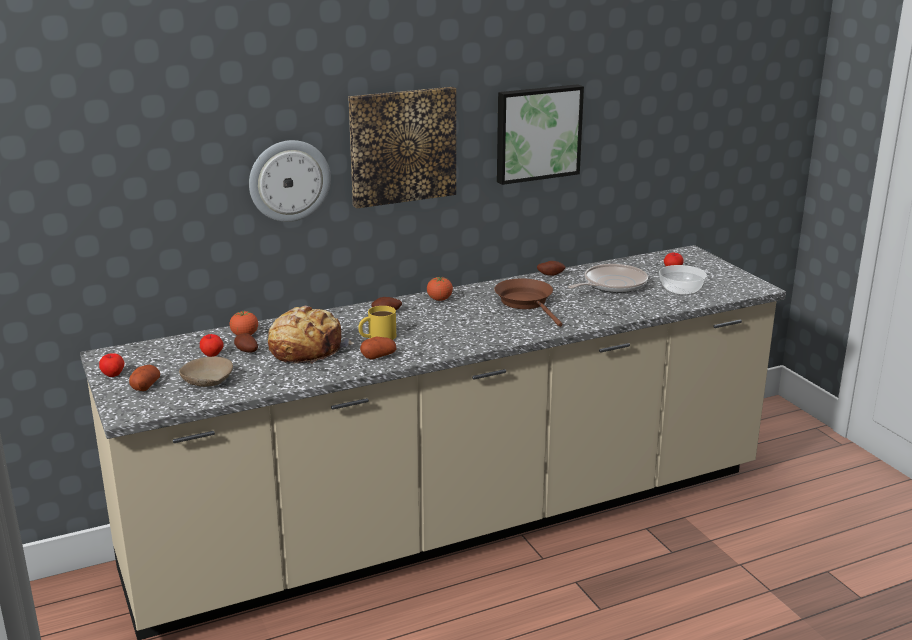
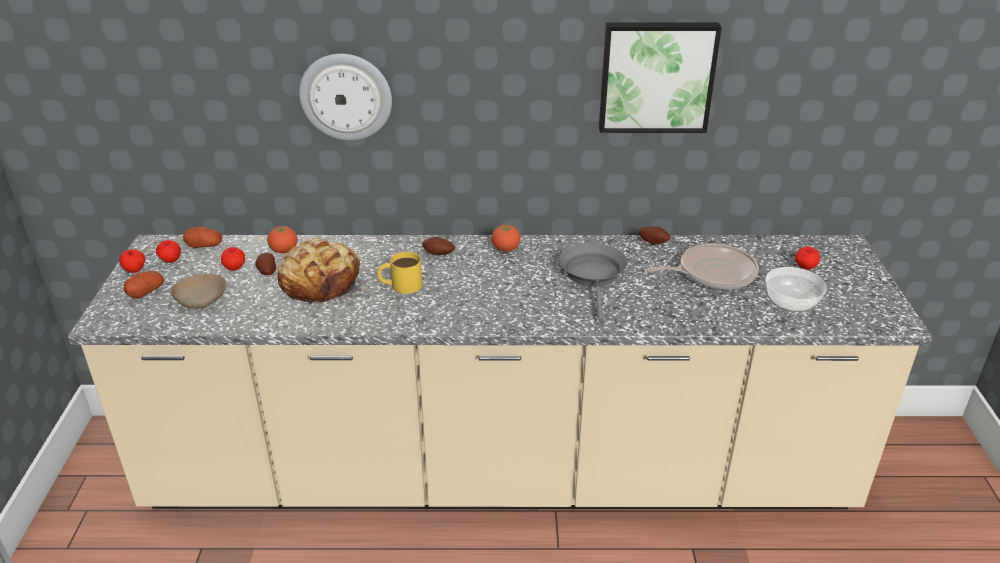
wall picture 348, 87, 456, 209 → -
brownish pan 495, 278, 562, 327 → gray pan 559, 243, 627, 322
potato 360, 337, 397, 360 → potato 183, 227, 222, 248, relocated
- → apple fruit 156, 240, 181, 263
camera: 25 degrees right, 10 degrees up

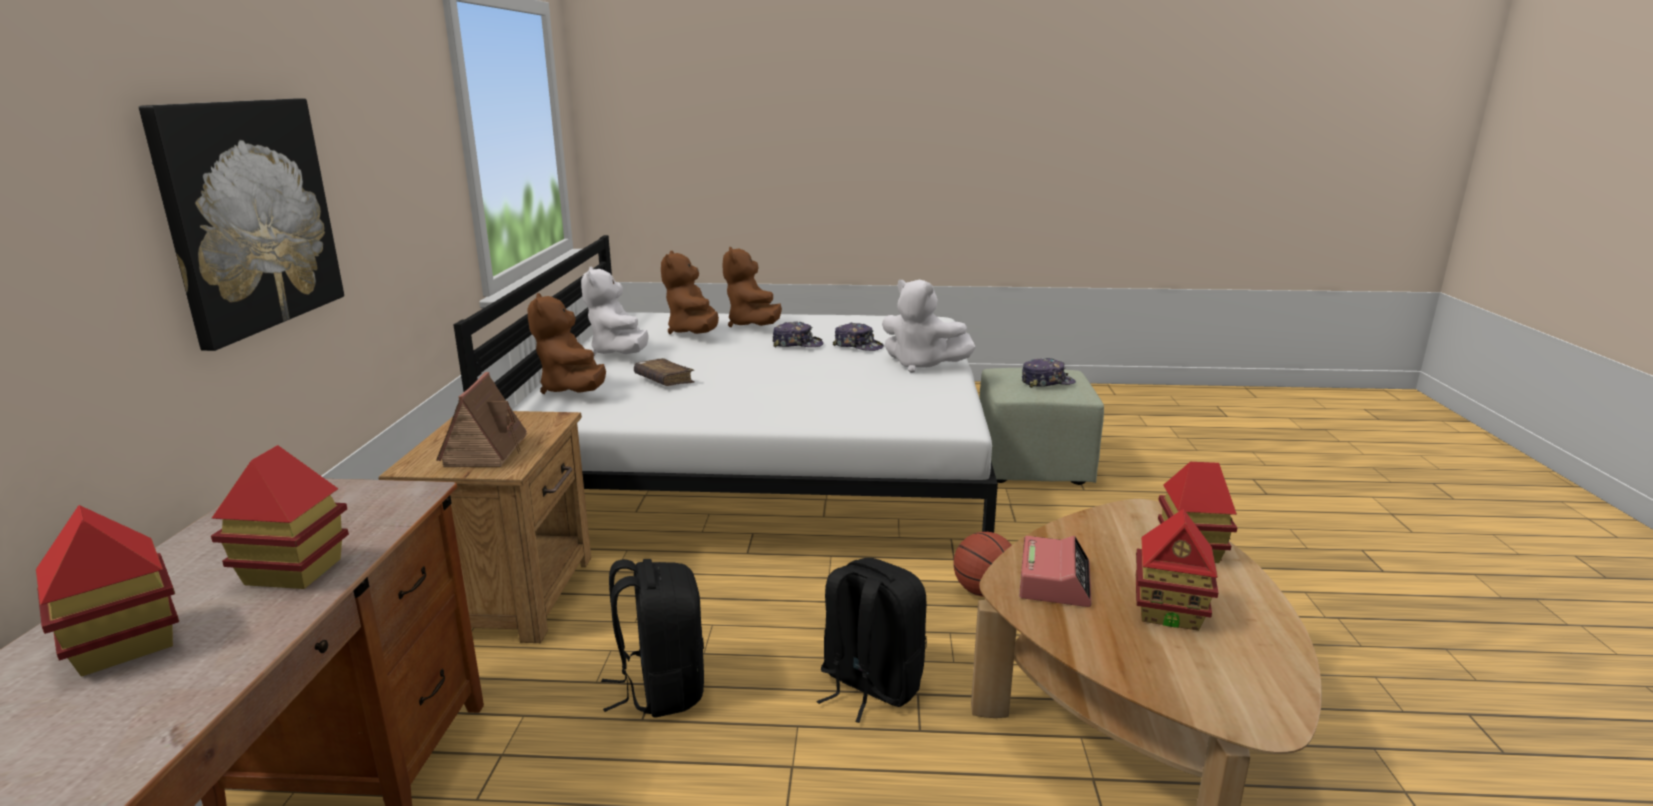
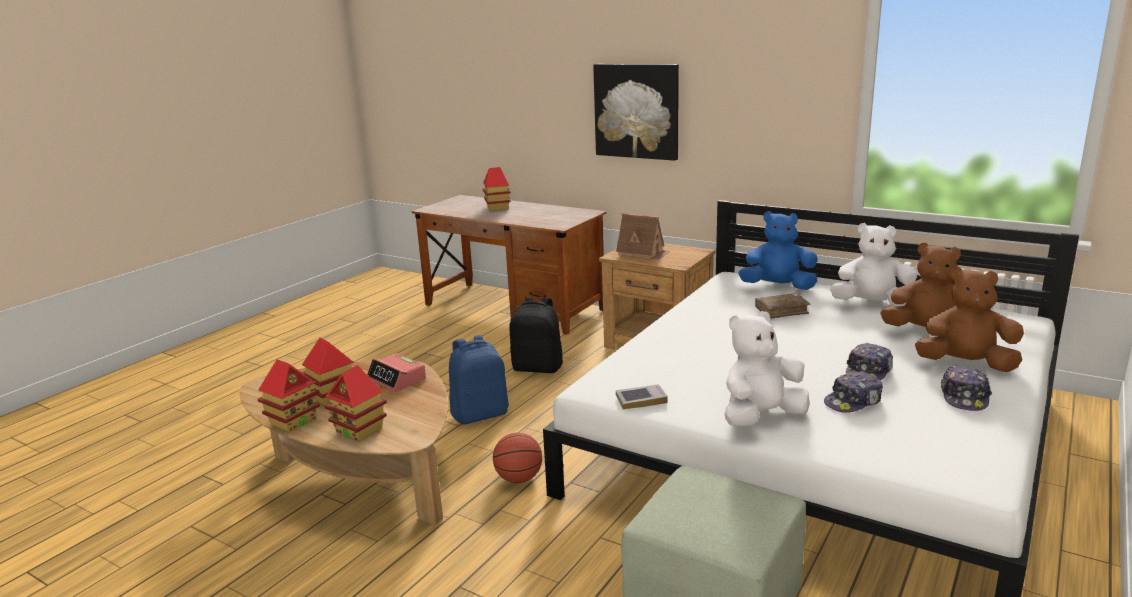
brownish soft toy 528, 293, 606, 394 → blue soft toy 738, 211, 818, 290
cap 1022, 358, 1076, 388 → cap 941, 365, 992, 411, relocated
toy house 211, 445, 349, 589 → toy house 258, 359, 320, 432, relocated
black knapsack 816, 558, 927, 723 → blue knapsack 449, 335, 509, 424
- → volume 616, 384, 668, 410
camera: 120 degrees right, 0 degrees up

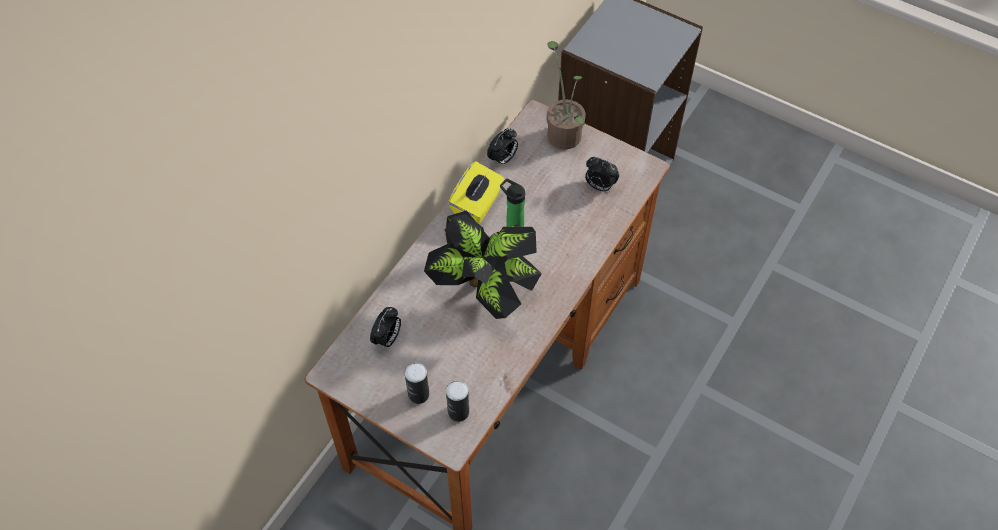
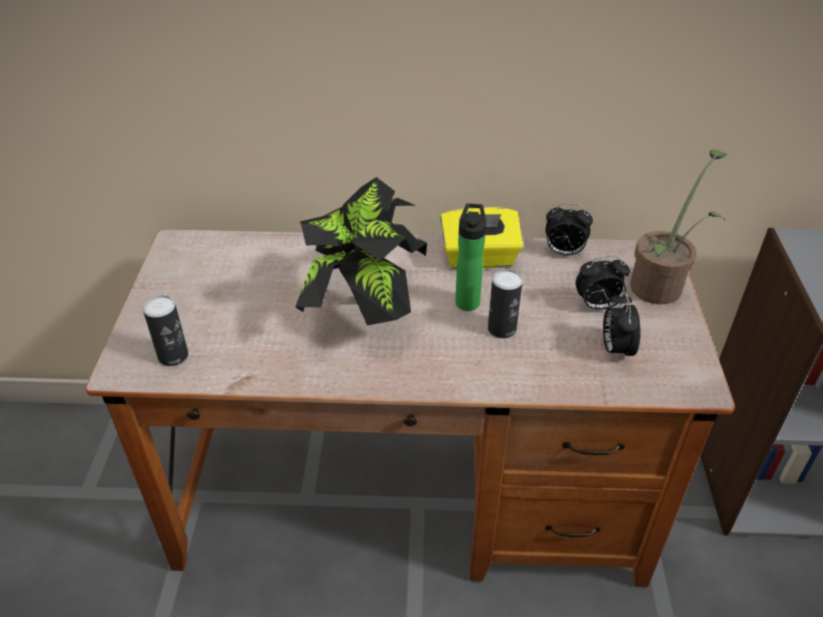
bedside clock 370, 307, 401, 349 → bedside clock 576, 256, 630, 310, relocated
metal can 405, 363, 429, 404 → metal can 488, 269, 522, 338, relocated
camera: 60 degrees right, 15 degrees down

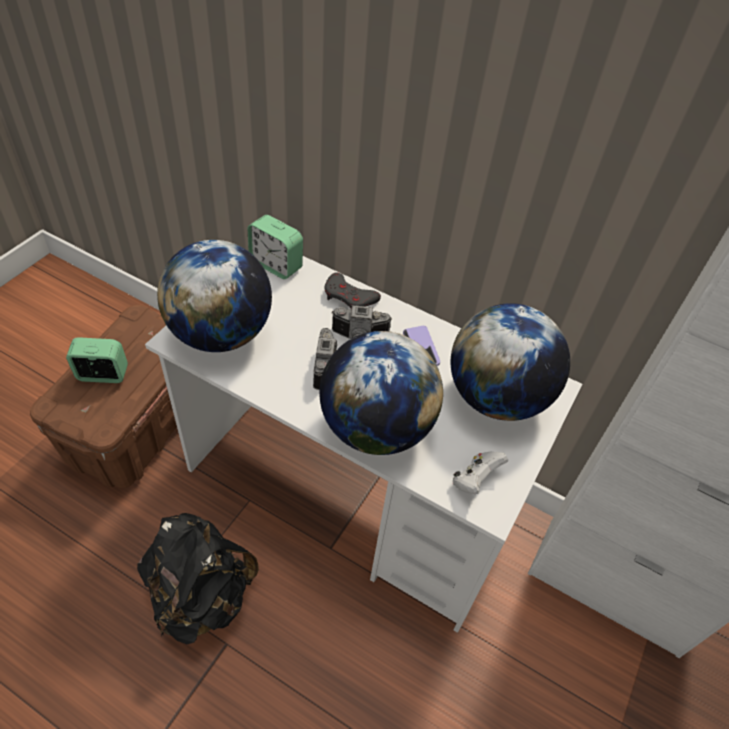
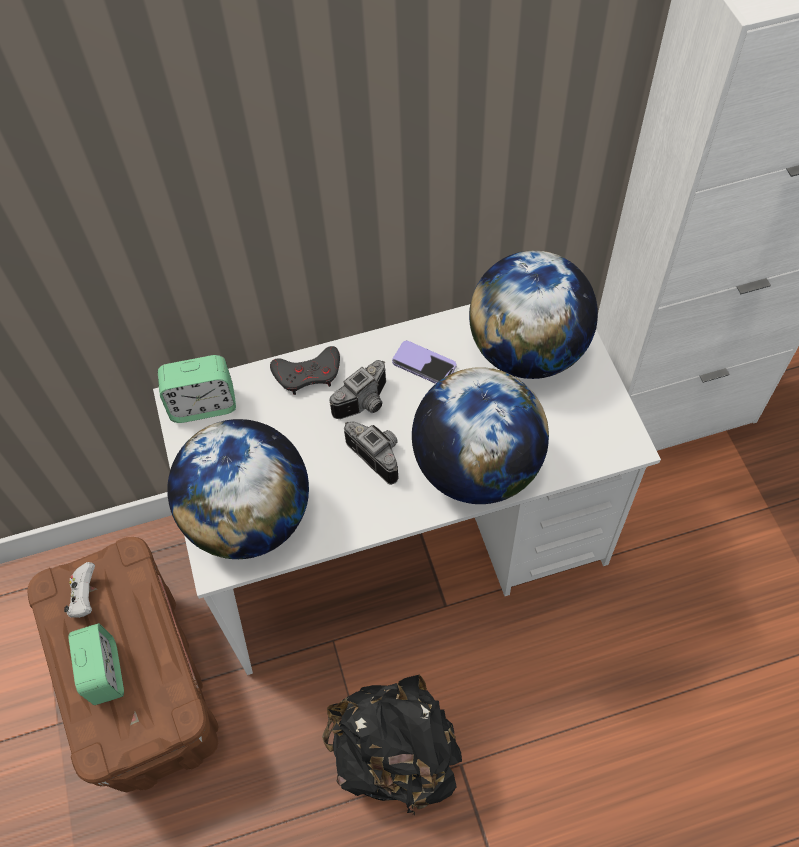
bedside clock 66, 337, 128, 383 → bedside clock 68, 623, 124, 705, 120 degrees clockwise
white-coloured joypad 452, 452, 508, 494 → white-coloured joypad 64, 562, 95, 618, relocated
camera: 40 degrees left, 10 degrees up

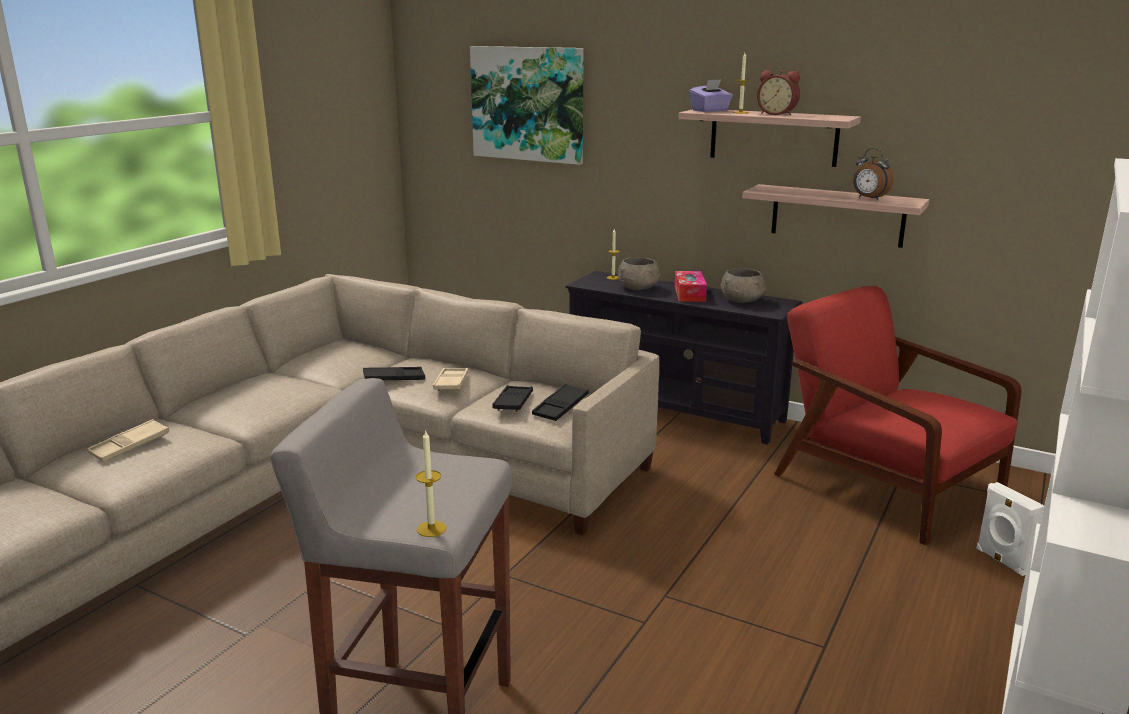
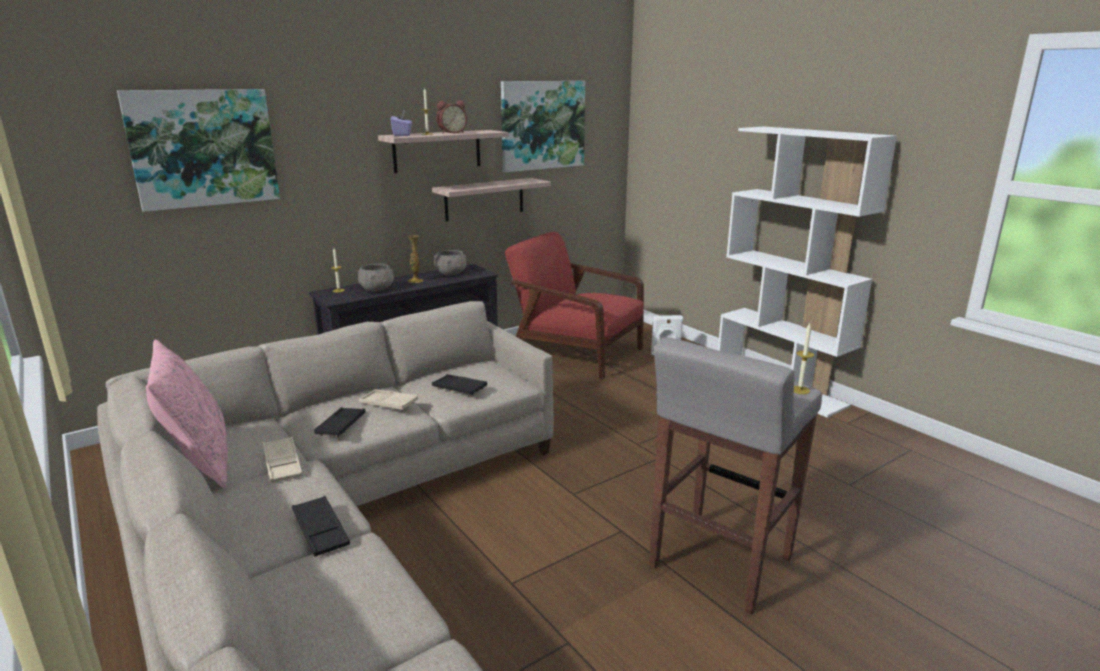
bedside clock 853, 148, 893, 200 → -
tissue box 675, 271, 707, 302 → vase 408, 235, 424, 283
red-coloured armchair 774, 286, 1021, 546 → red-coloured armchair 505, 232, 644, 379, 45 degrees clockwise
black carrying tray 532, 384, 589, 421 → black carrying tray 292, 496, 350, 557, relocated
sand-coloured carrying tray 87, 419, 170, 462 → sand-coloured carrying tray 262, 437, 303, 483, relocated
- → wall picture 501, 81, 585, 172
- → pink pillow 146, 339, 228, 488
camera: 65 degrees left, 0 degrees up

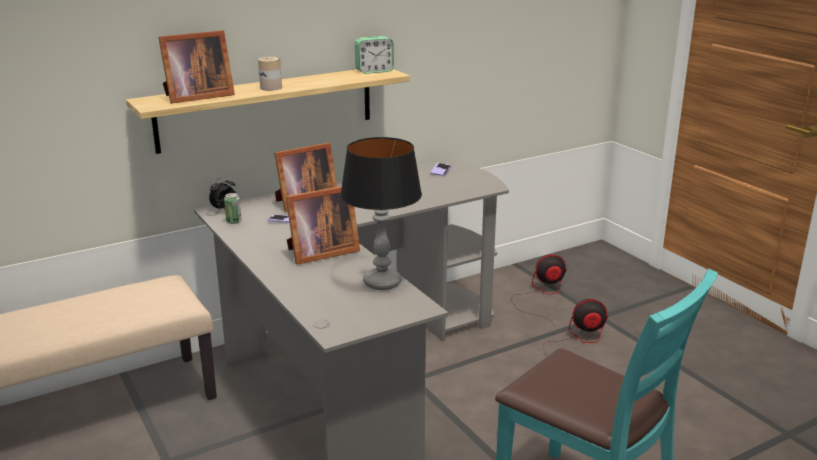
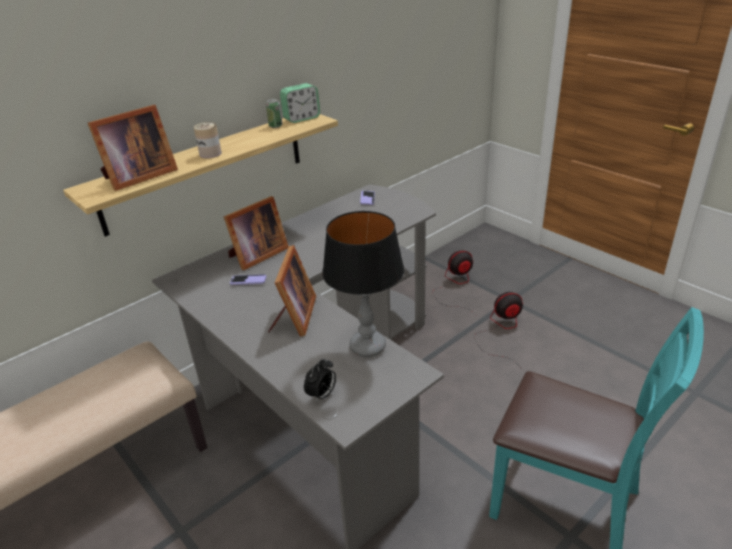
bedside clock 209, 177, 236, 212 → bedside clock 304, 358, 336, 403, relocated
picture frame 286, 186, 360, 265 → picture frame 268, 245, 316, 337, 45 degrees counterclockwise
metal can 224, 193, 241, 224 → metal can 266, 99, 282, 128, relocated
camera: 10 degrees left, 10 degrees up

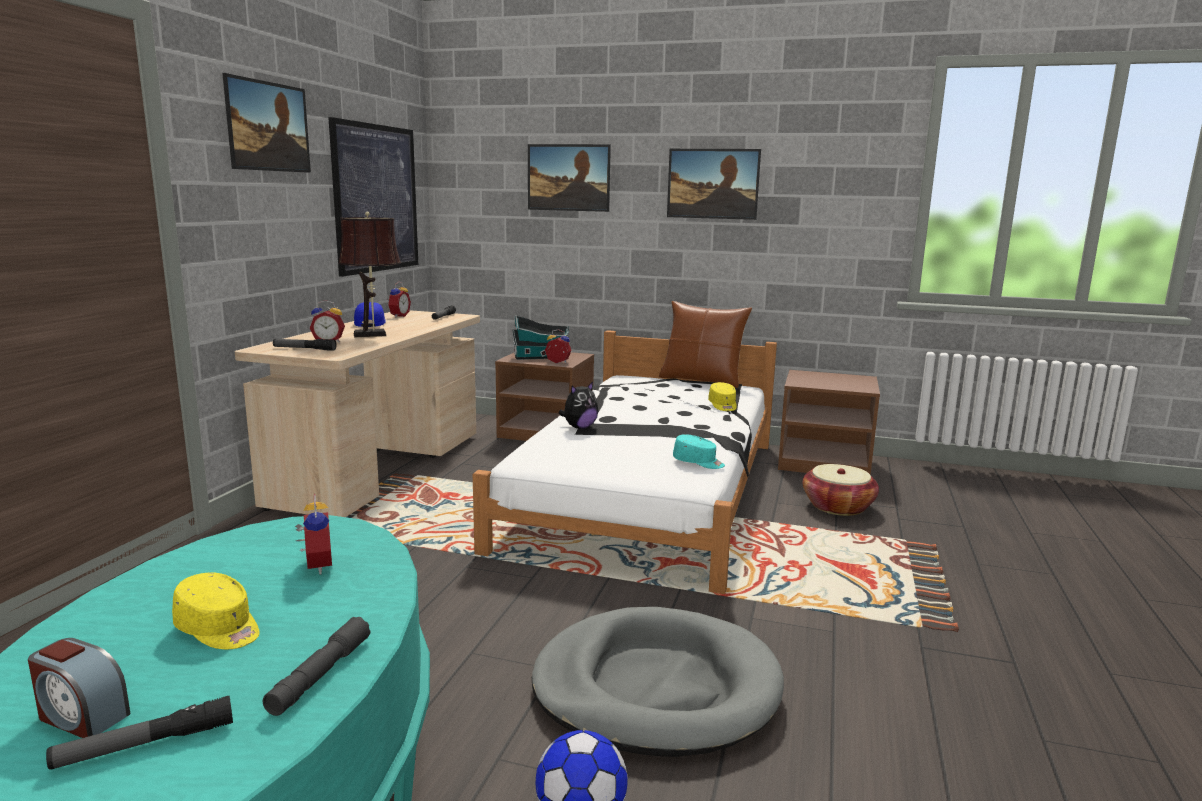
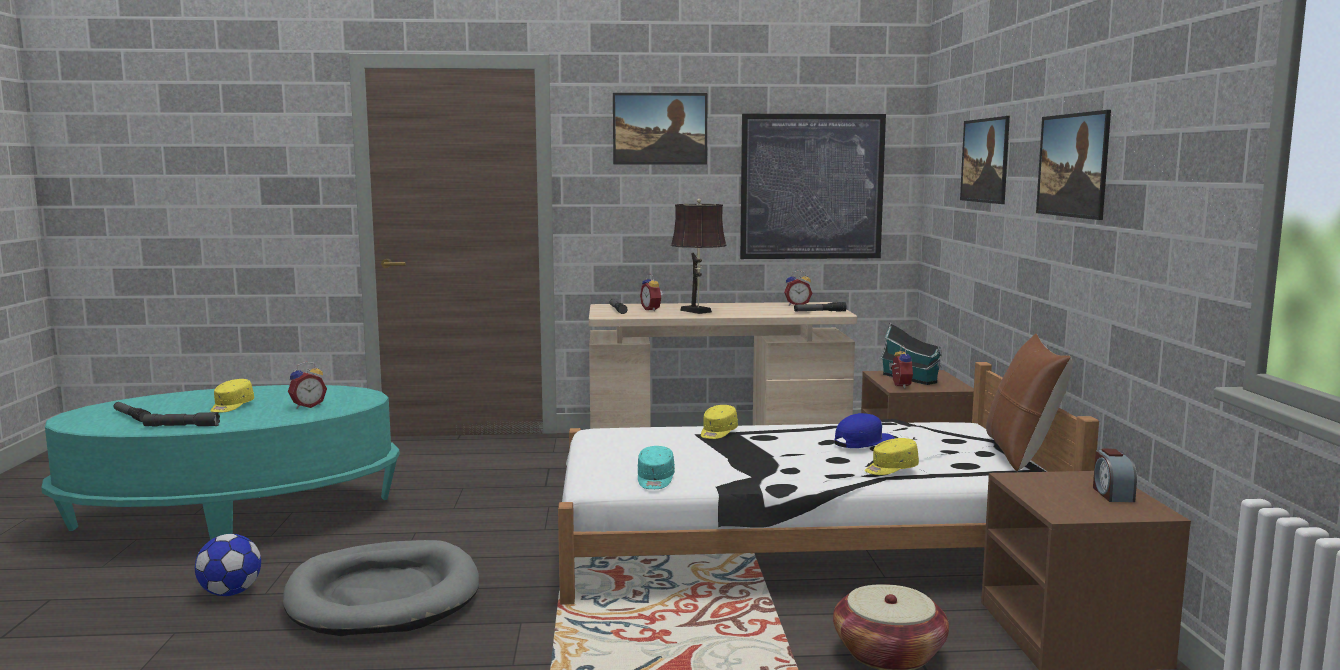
blue cap 354, 302, 386, 327 → blue cap 834, 413, 895, 448, relocated
soft toy 559, 382, 598, 429 → yellowish cap 701, 405, 738, 439
bedside clock 28, 638, 131, 738 → bedside clock 1093, 449, 1137, 502, relocated
camera: 70 degrees right, 5 degrees down

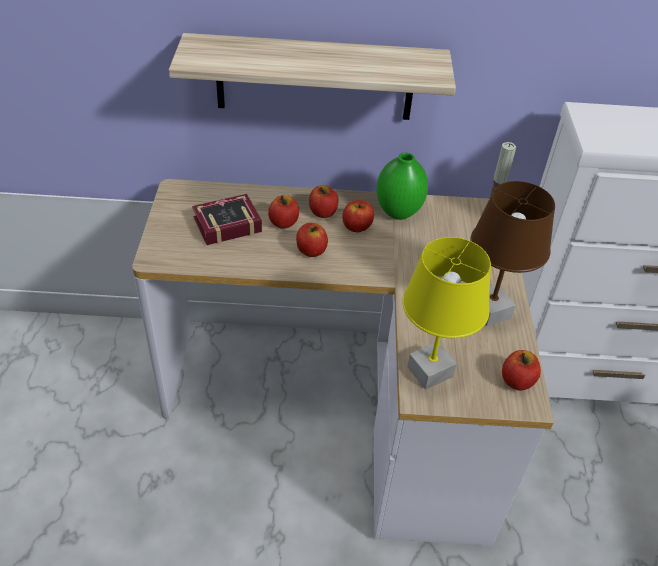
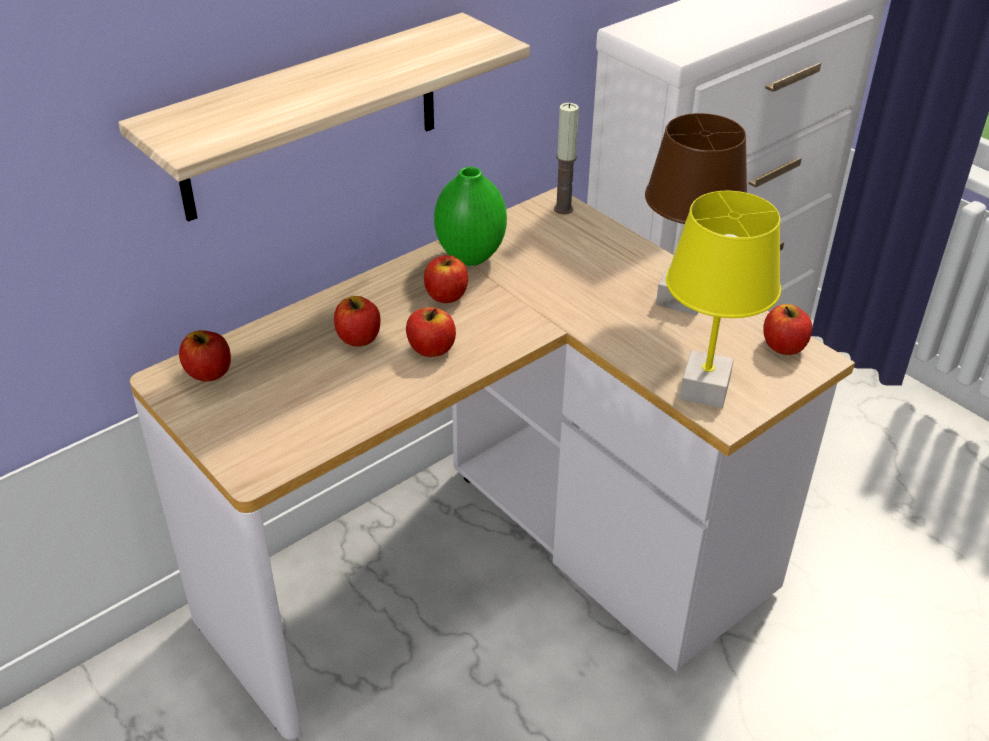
apple fruit 309, 185, 339, 218 → apple fruit 179, 330, 231, 382, relocated
volume 192, 194, 262, 245 → -
camera: 40 degrees left, 5 degrees down

